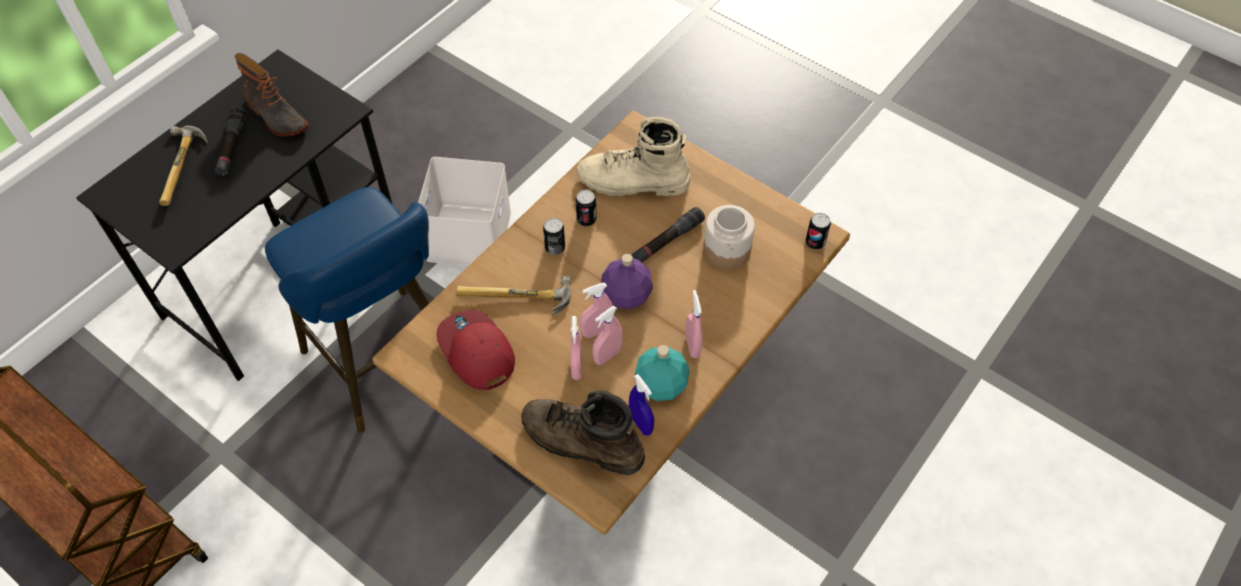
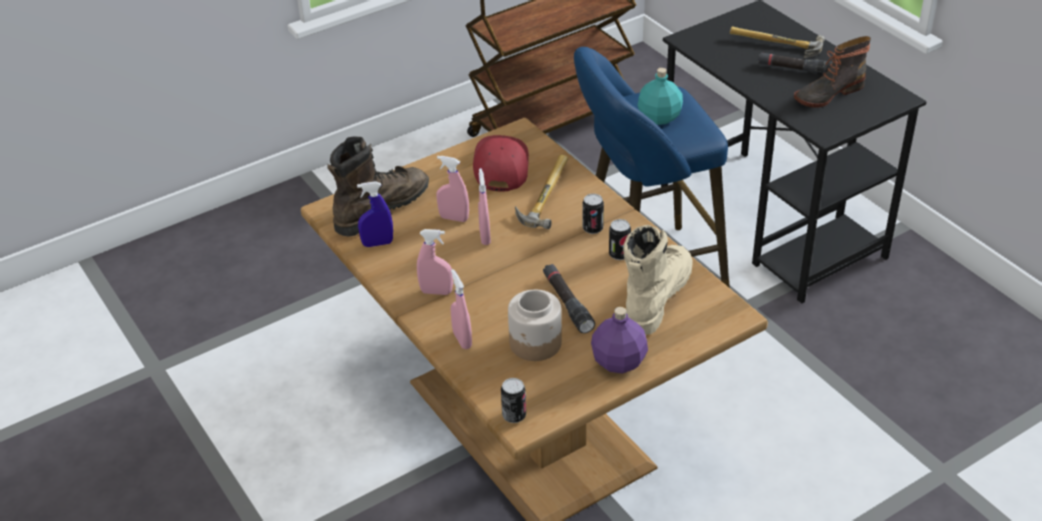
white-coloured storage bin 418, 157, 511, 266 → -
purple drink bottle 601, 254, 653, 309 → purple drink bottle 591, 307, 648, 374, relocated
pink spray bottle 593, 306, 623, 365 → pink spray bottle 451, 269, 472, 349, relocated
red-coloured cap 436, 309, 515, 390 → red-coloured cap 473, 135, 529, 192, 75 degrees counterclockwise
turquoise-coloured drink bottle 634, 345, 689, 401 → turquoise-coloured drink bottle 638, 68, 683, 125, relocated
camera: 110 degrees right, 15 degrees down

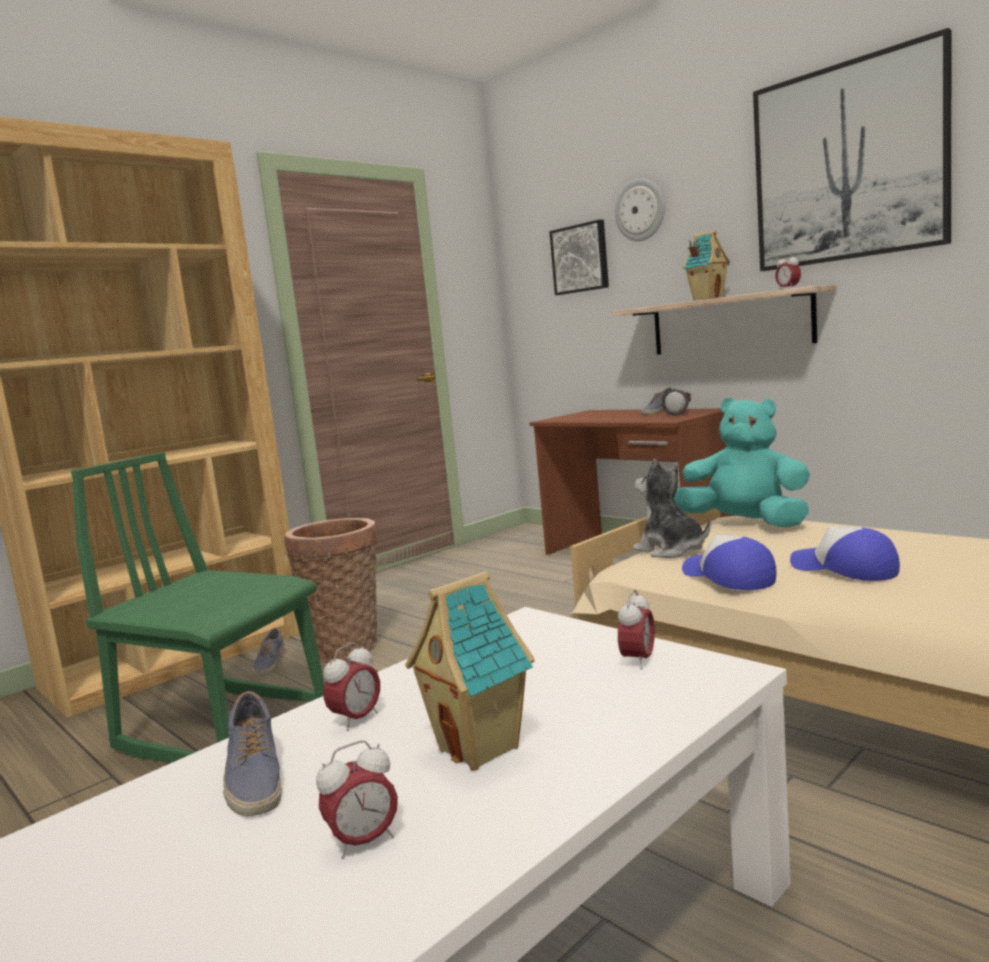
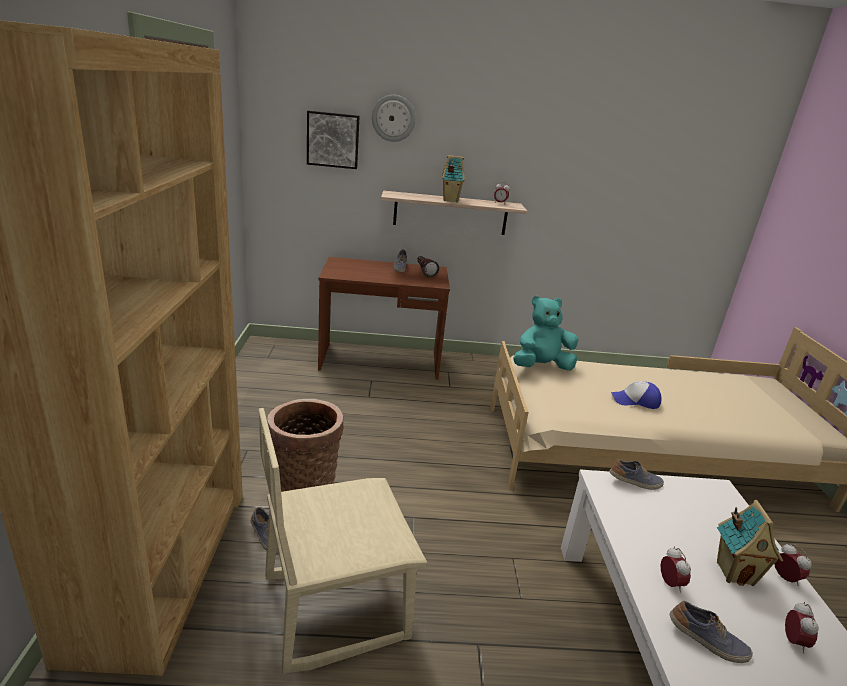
wall picture 753, 28, 951, 271 → -
green upright chair 71, 452, 325, 763 → sand-coloured upright chair 258, 408, 427, 675
soft toy 633, 459, 711, 558 → -
cap 682, 535, 776, 590 → -
bedside clock 618, 589, 655, 670 → bedside clock 774, 544, 812, 586, relocated
- → low shoe 609, 459, 664, 490
camera: 50 degrees left, 15 degrees up

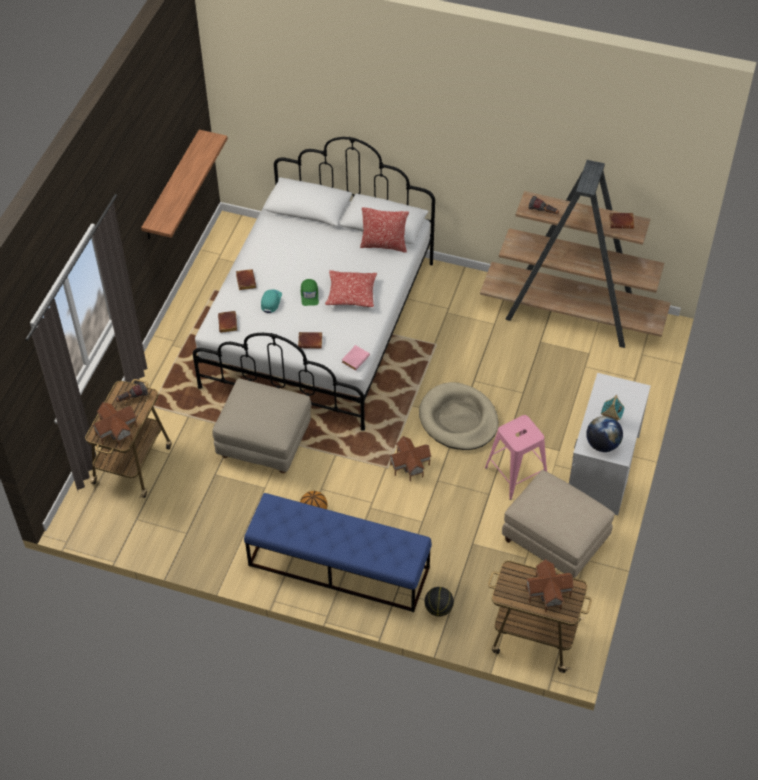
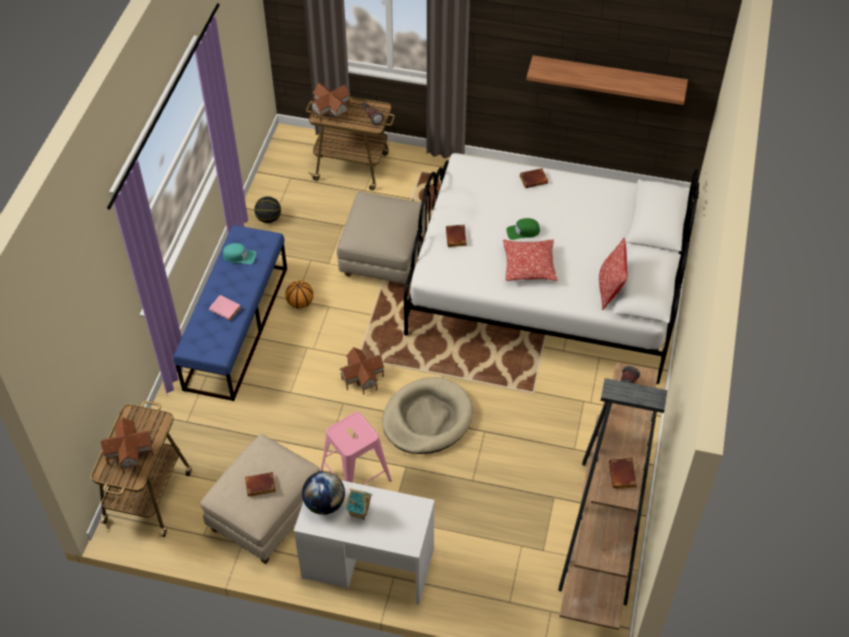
turquoise-coloured cap 261, 290, 282, 313 → turquoise-coloured cap 223, 243, 256, 264, relocated
brownish volume 218, 311, 237, 333 → brownish volume 245, 472, 276, 497, relocated
pink volume 342, 345, 370, 370 → pink volume 209, 295, 241, 320, relocated
basketball ball 424, 587, 454, 617 → basketball ball 254, 197, 281, 223, relocated
camera: 85 degrees right, 0 degrees up

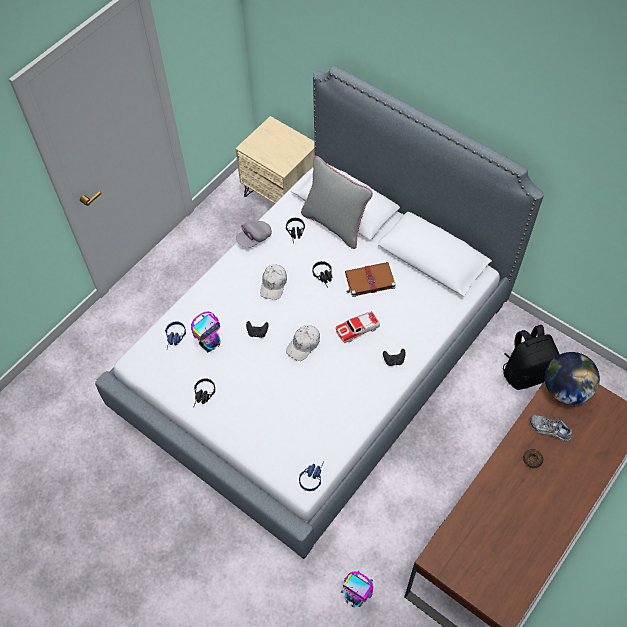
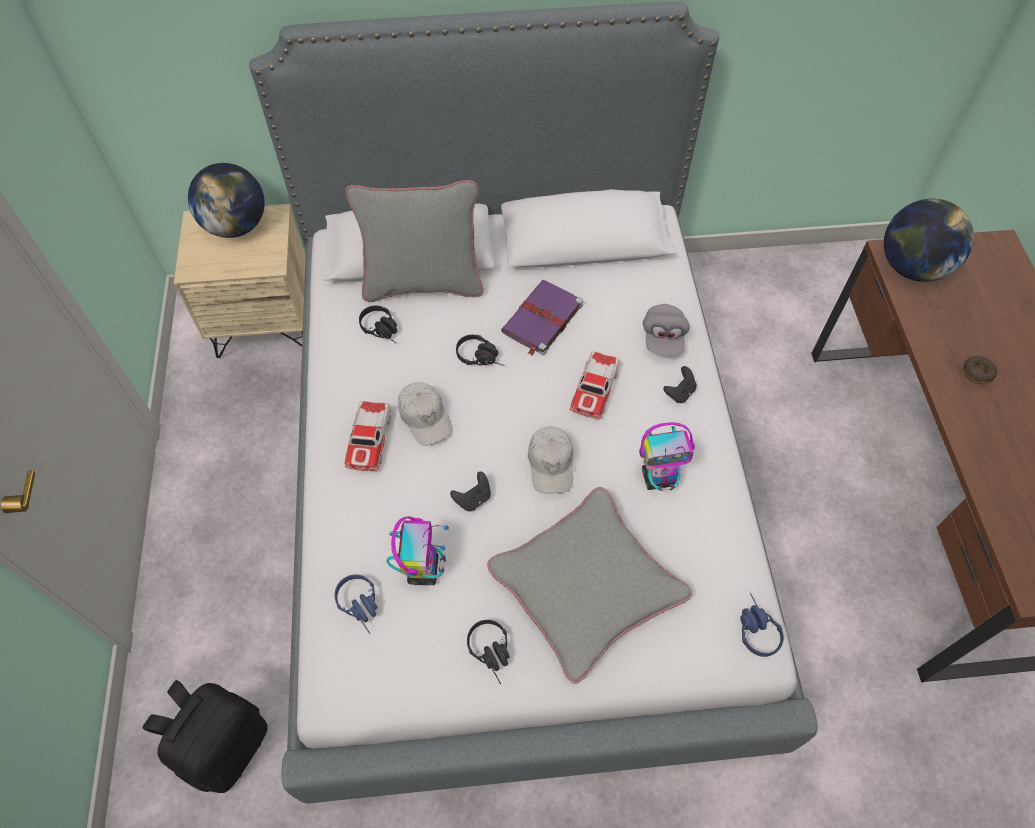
gray cap 236, 221, 272, 248 → gray cap 643, 304, 690, 356, relocated
brownish volume 345, 262, 396, 297 → purple volume 501, 280, 583, 356
black knapsack 503, 325, 560, 390 → black knapsack 142, 680, 268, 793, relocated
low shoe 530, 414, 572, 441 → -
toy robot 341, 571, 373, 607 → toy robot 639, 422, 695, 491, relocated
- → globe 188, 163, 265, 238
- → model car 345, 401, 391, 471
- → gray pillow 487, 487, 692, 684
camera: 45 degrees left, 0 degrees up

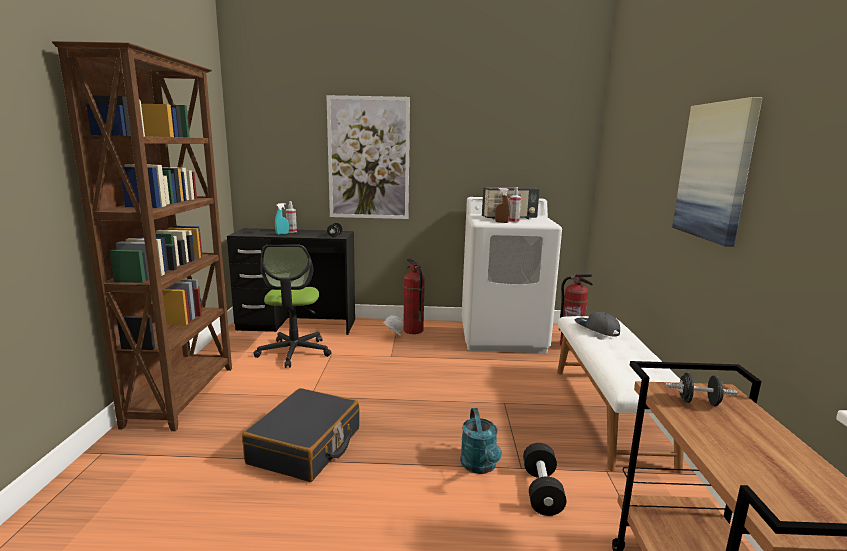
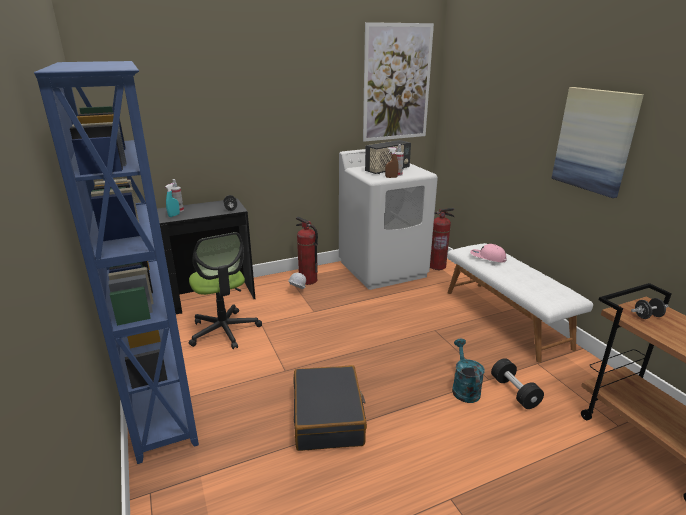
brownish bookshelf 52, 41, 232, 431 → blue bookshelf 34, 61, 199, 464
wall picture 326, 95, 410, 219 → wall picture 363, 22, 434, 142, relocated
gray cap 575, 312, 620, 336 → pink cap 470, 244, 506, 262
turquoise-coloured watering pot 460, 408, 502, 474 → turquoise-coloured watering pot 452, 339, 485, 403, 150 degrees counterclockwise
camera: 25 degrees left, 10 degrees up

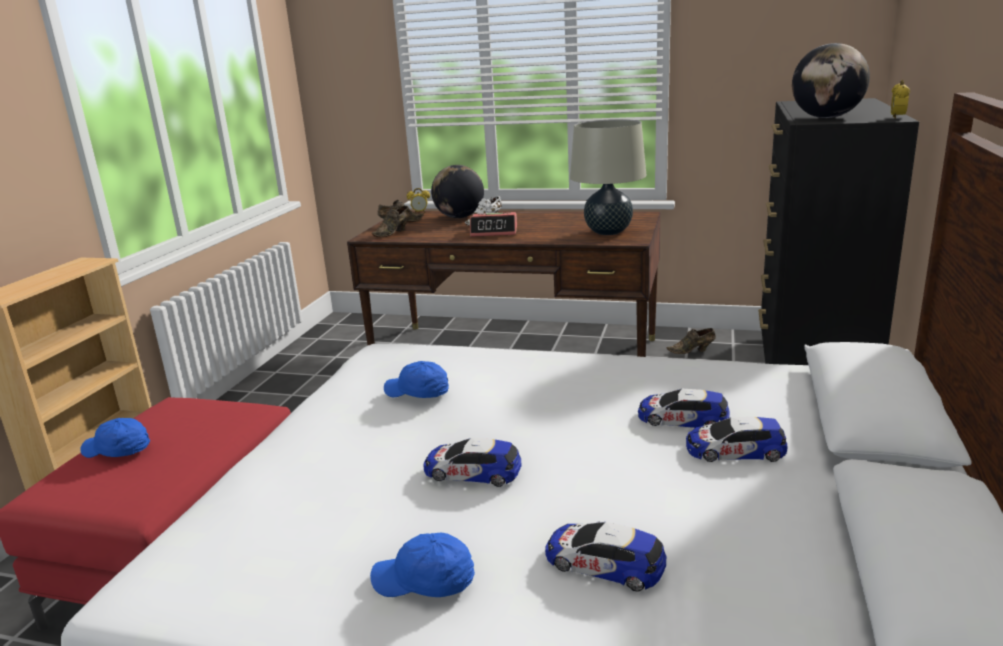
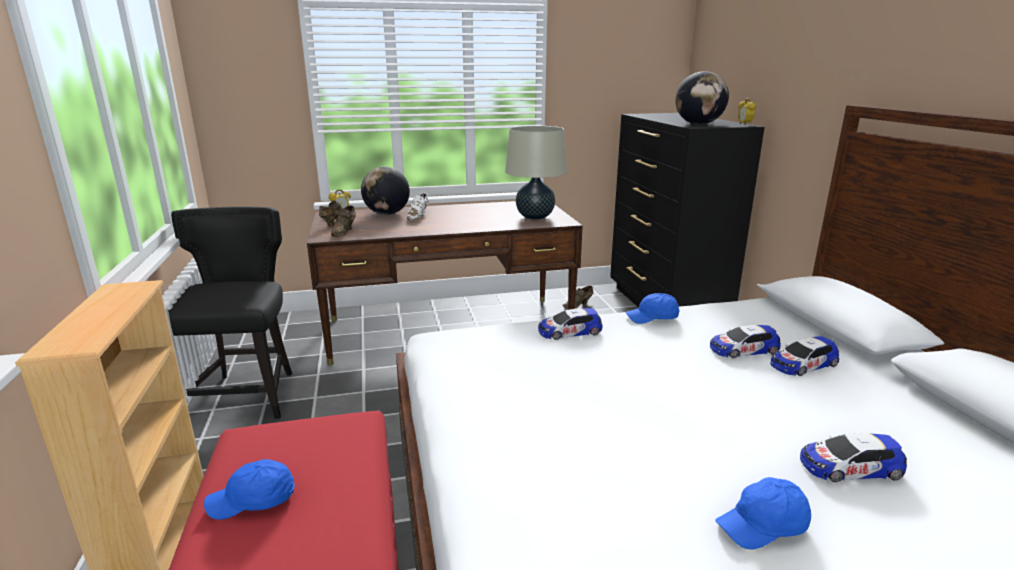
bedside clock 470, 212, 517, 237 → -
blue cap 384, 361, 449, 398 → blue cap 625, 293, 679, 324, relocated
model car 423, 438, 522, 487 → model car 538, 308, 602, 340, relocated
- → black upright chair 168, 206, 292, 419
camera: 30 degrees left, 0 degrees up

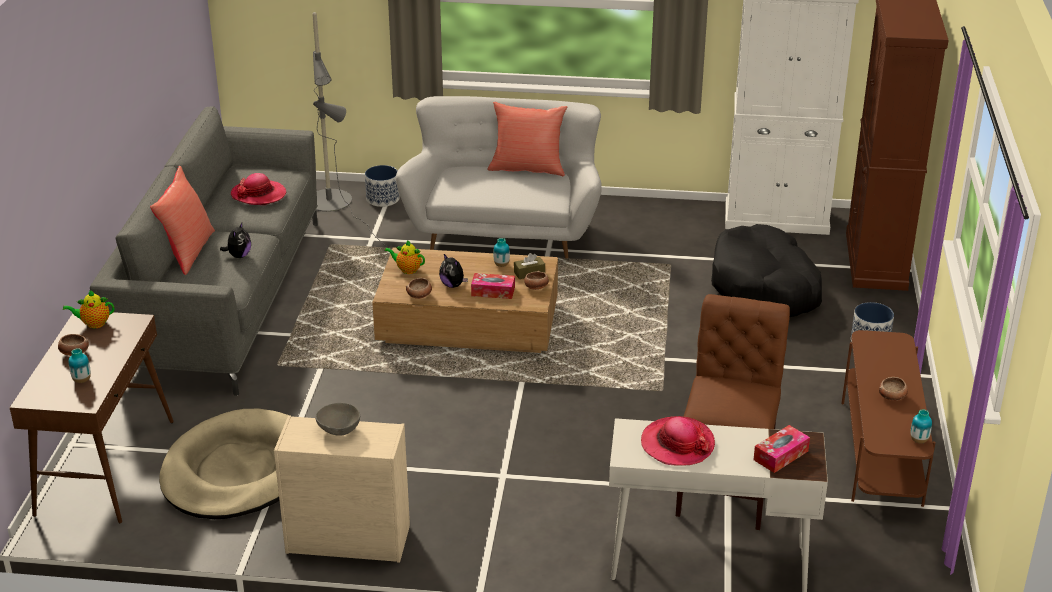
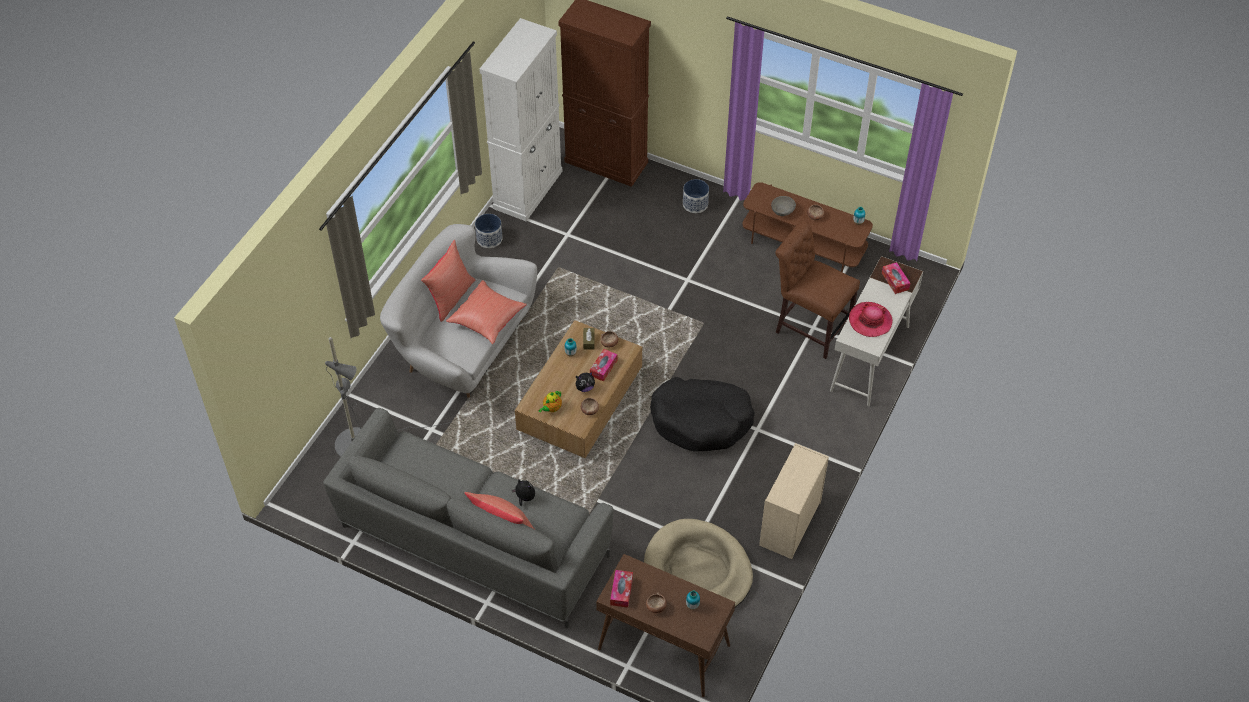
flower pot 365, 165, 400, 207 → flower pot 475, 214, 503, 248, relocated
hat 231, 173, 286, 205 → -
black dog bed 711, 224, 822, 317 → black dog bed 650, 377, 755, 452, relocated
tea pot 63, 290, 115, 328 → tissue box 610, 570, 633, 608
gray bowl 315, 403, 360, 436 → gray bowl 771, 196, 796, 216, relocated
- → red-coloured pillow 446, 280, 527, 344
camera: 70 degrees left, 20 degrees up

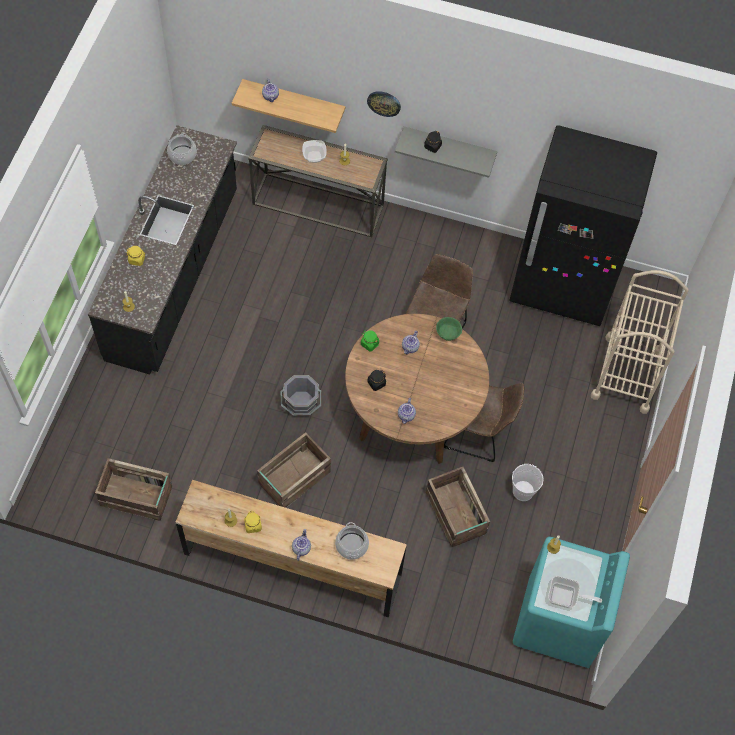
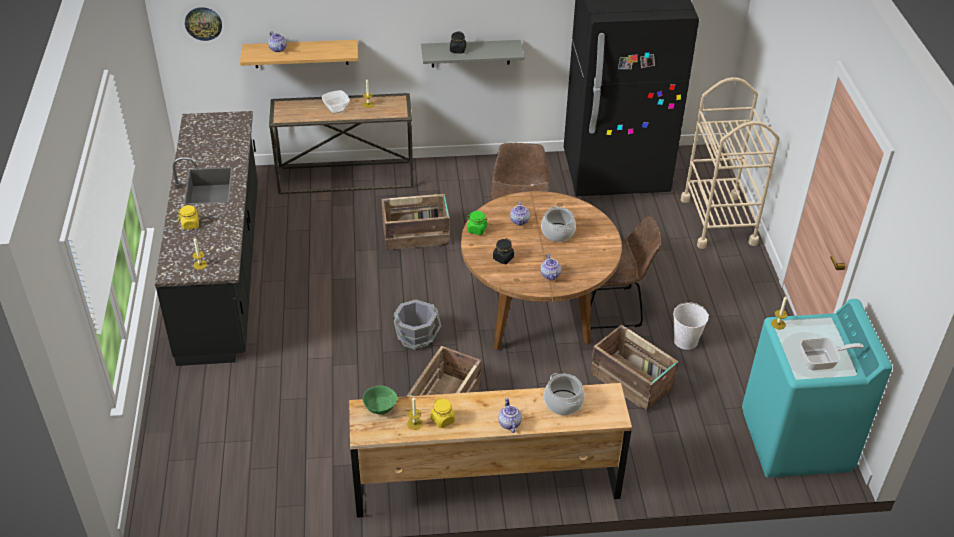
hanging clock 367, 91, 401, 117 → hanging clock 185, 7, 222, 41, relocated
saucepot 167, 133, 197, 165 → saucepot 541, 206, 576, 242, relocated
green bowl 436, 317, 462, 341 → green bowl 363, 386, 398, 415, relocated
crate 95, 458, 172, 521 → crate 381, 194, 450, 250, relocated
camera: 20 degrees left, 20 degrees down

